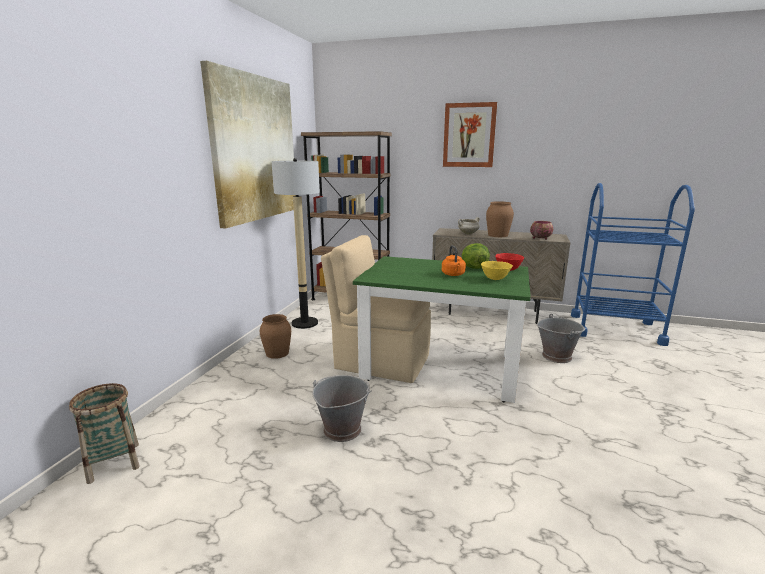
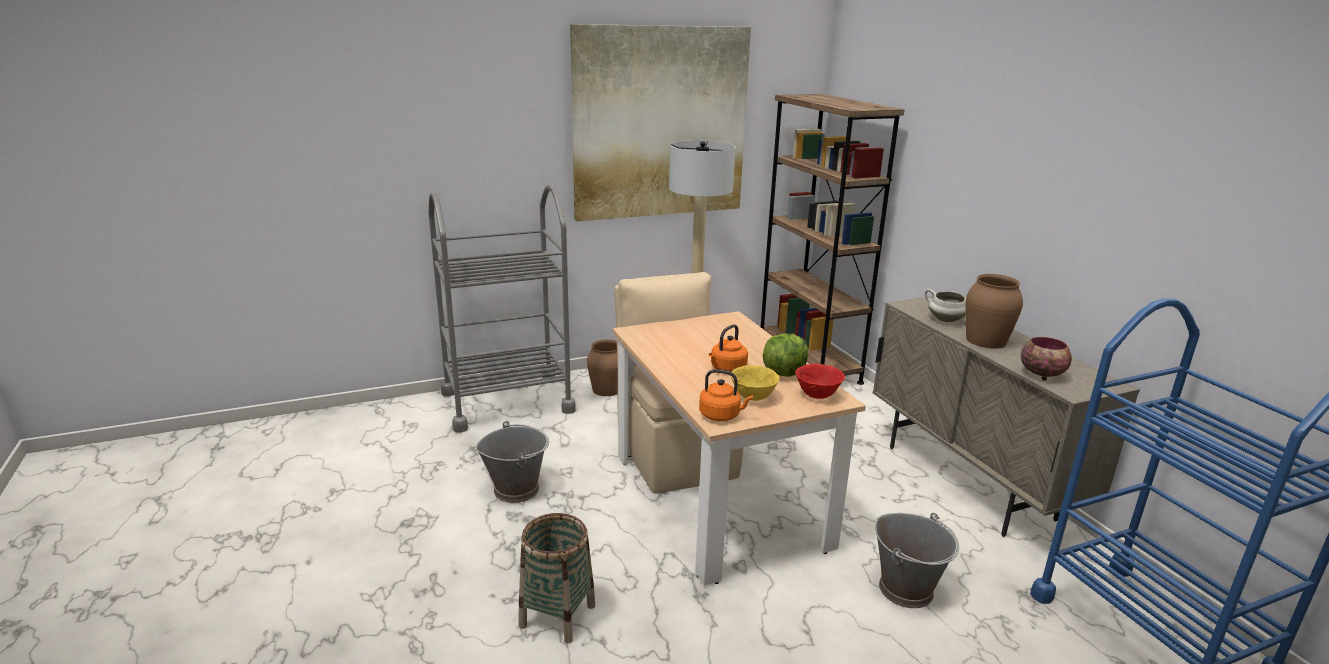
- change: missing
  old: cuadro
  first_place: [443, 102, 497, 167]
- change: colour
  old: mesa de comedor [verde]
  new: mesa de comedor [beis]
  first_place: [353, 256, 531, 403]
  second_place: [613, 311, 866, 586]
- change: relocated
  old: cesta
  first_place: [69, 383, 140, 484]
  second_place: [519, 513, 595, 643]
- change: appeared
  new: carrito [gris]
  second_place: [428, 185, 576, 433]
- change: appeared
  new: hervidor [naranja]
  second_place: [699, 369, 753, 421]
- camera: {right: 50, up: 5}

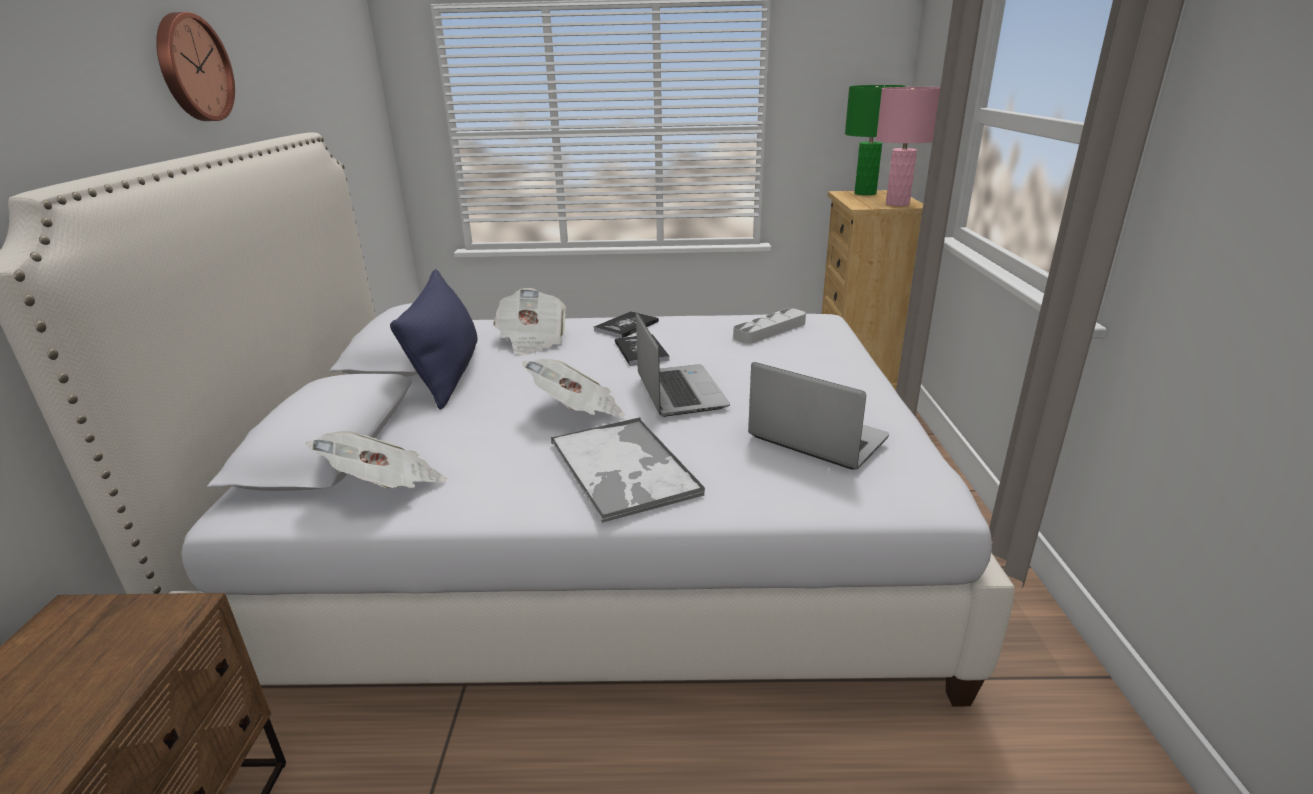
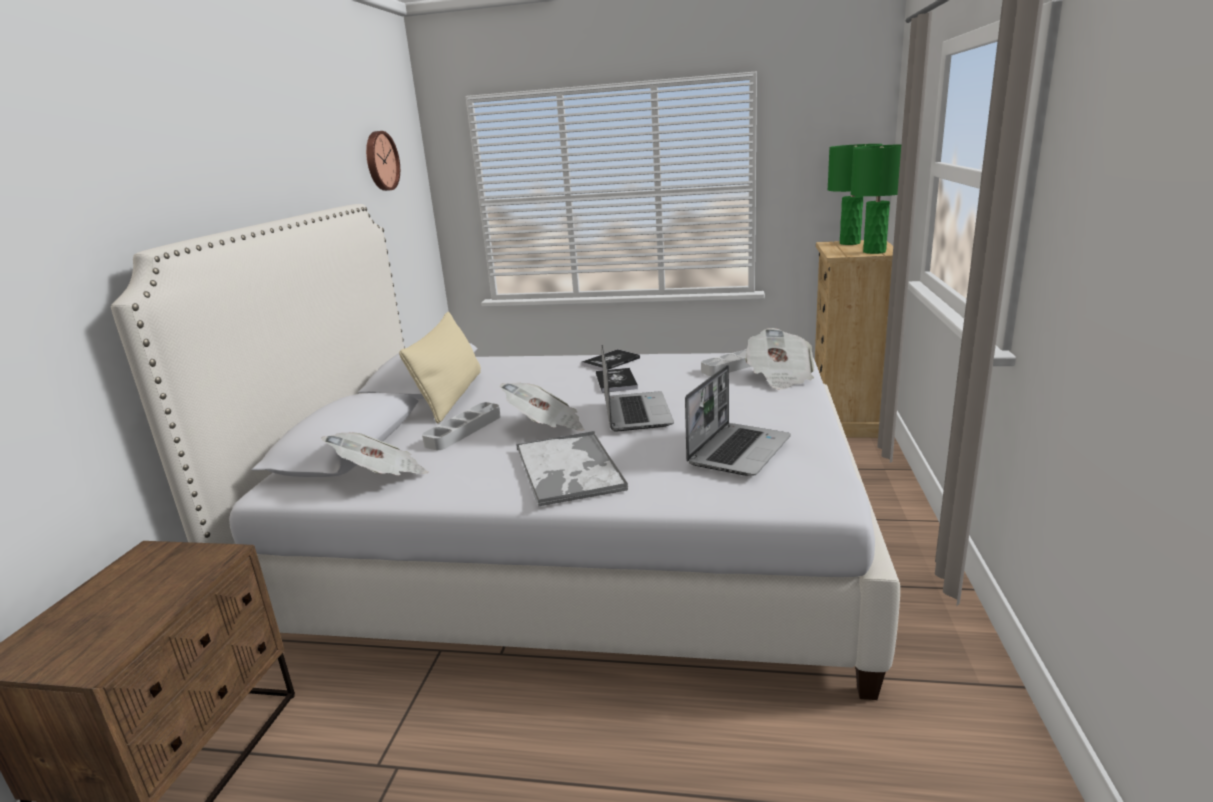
- change: relocated
  old: reloj de pared
  first_place: [156, 12, 235, 121]
  second_place: [366, 131, 400, 191]
- change: colour
  old: lámpara de mesa [rosa]
  new: lámpara de mesa [verde]
  first_place: [876, 87, 940, 206]
  second_place: [851, 144, 901, 254]
- change: colour
  old: cojín [azul]
  new: cojín [beis]
  first_place: [390, 269, 477, 410]
  second_place: [399, 312, 481, 424]
- change: relocated
  old: periódico
  first_place: [493, 288, 566, 355]
  second_place: [745, 328, 814, 390]
- change: spun
  old: portátil
  first_place: [748, 362, 889, 470]
  second_place: [685, 365, 791, 476]
  degrees: 75
- change: appeared
  new: bandeja [gris]
  second_place: [422, 402, 501, 450]
- camera: {right: 10, up: -5}

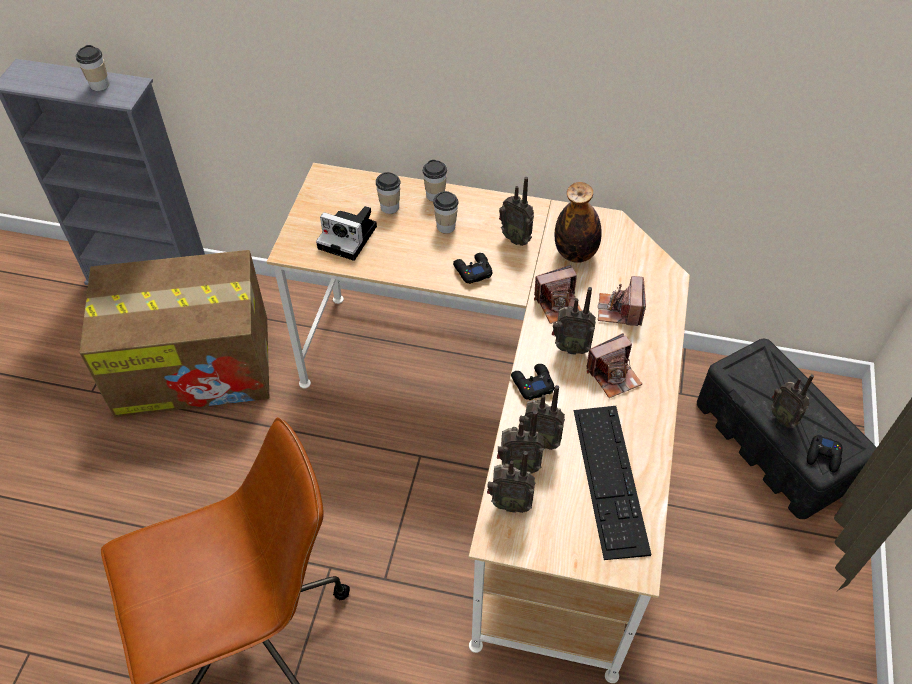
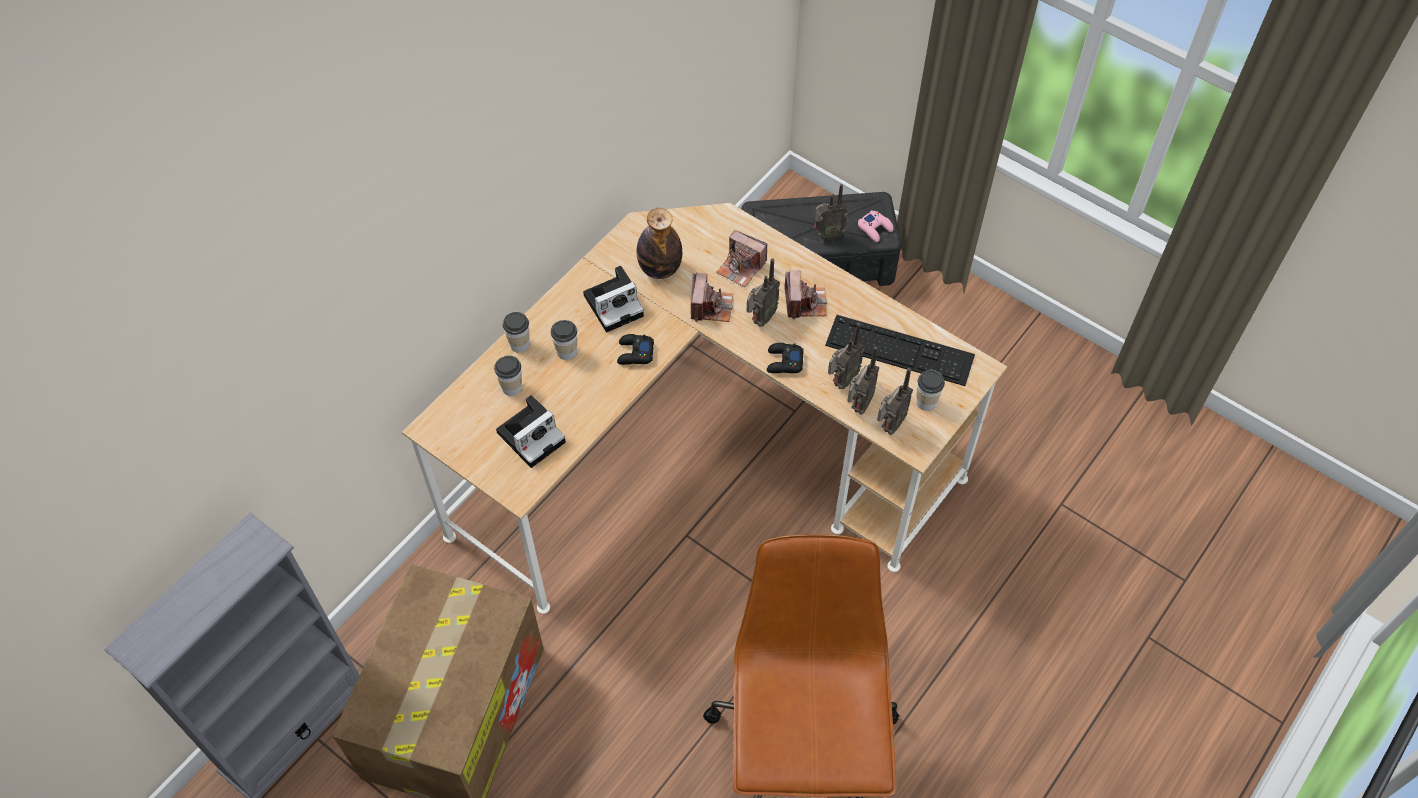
- change: relocated
  old: taza
  first_place: [76, 45, 110, 91]
  second_place: [916, 370, 945, 411]
- change: exchanged
  old: radio
  new: cámara
  first_place: [499, 177, 534, 246]
  second_place: [583, 266, 644, 332]
- change: colour
  old: mando de consola [negro]
  new: mando de consola [rosa]
  first_place: [807, 434, 843, 473]
  second_place: [858, 211, 894, 242]
- camera: {right: -65, up: 5}

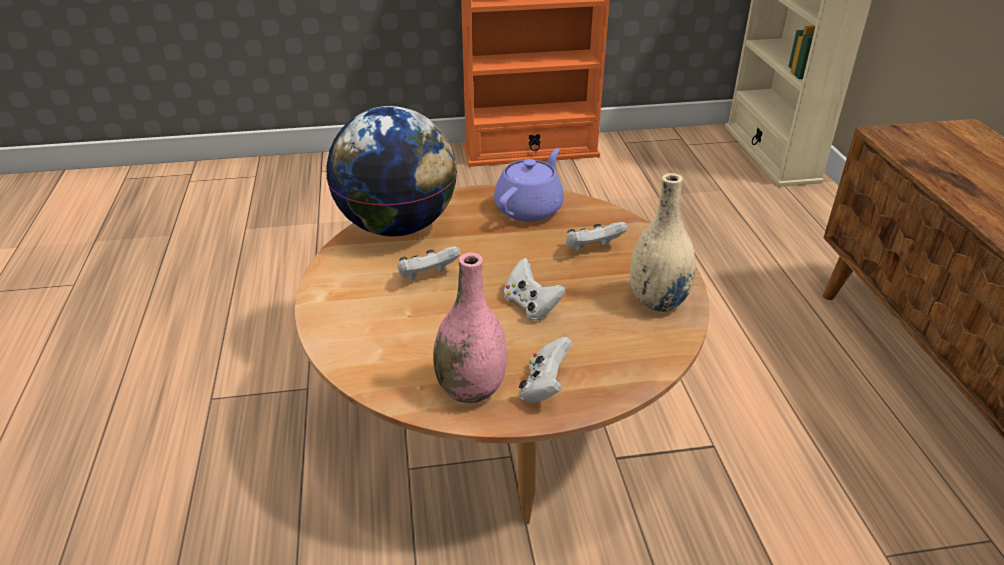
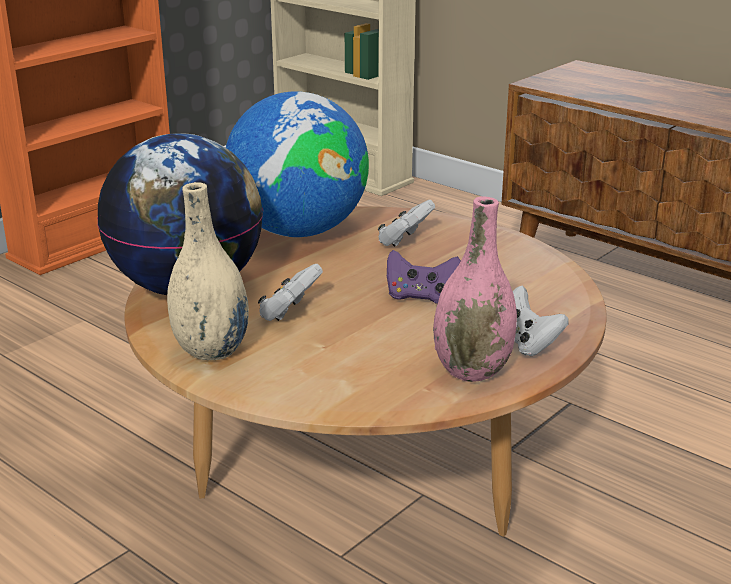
- change: exchanged
  old: tetera [morado]
  new: globo terráqueo
  first_place: [494, 148, 564, 222]
  second_place: [226, 91, 369, 237]
- change: relocated
  old: florero [beis]
  first_place: [630, 173, 696, 313]
  second_place: [167, 182, 249, 360]
- change: colour
  old: mando de consola [blanco]
  new: mando de consola [morado]
  first_place: [504, 258, 565, 320]
  second_place: [387, 250, 461, 304]
- camera: {right: -40, up: -10}

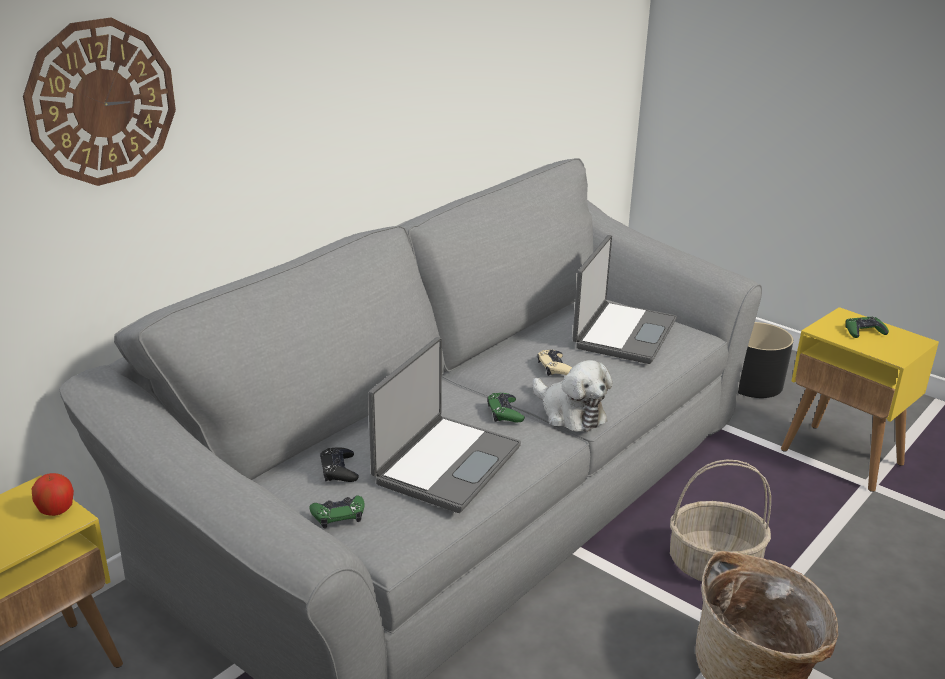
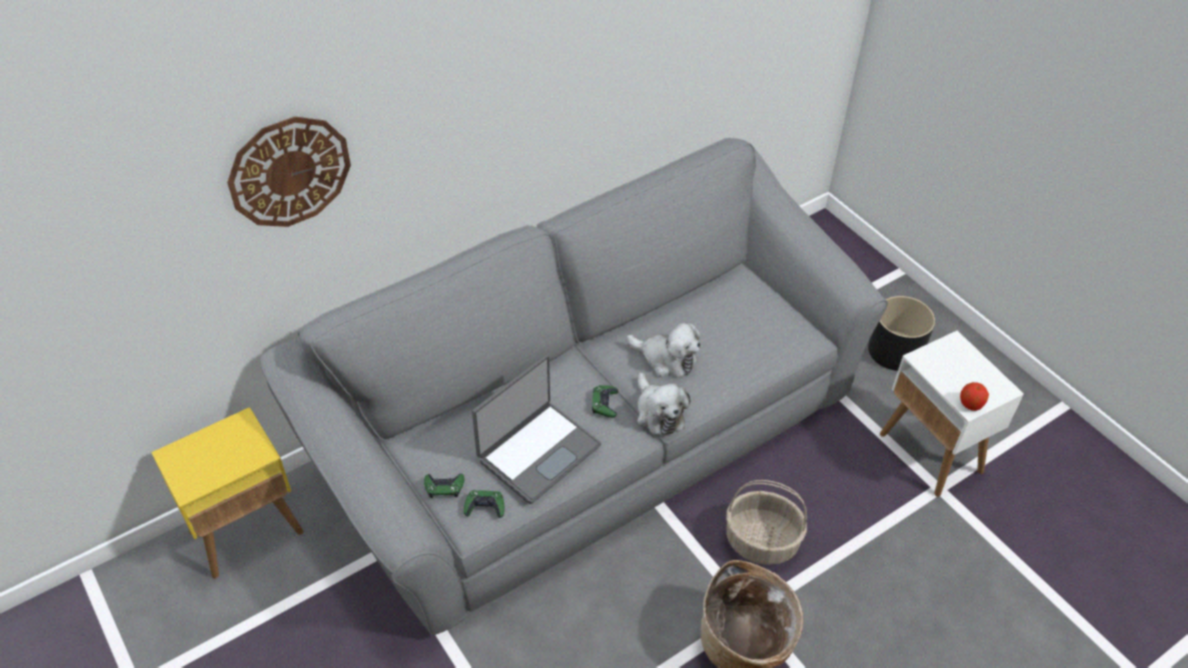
- change: missing
  old: portátil
  first_place: [572, 235, 677, 364]
- change: colour
  old: mesa auxiliar [amarillo]
  new: mesa auxiliar [blanco]
  first_place: [781, 307, 939, 492]
  second_place: [880, 331, 1024, 497]
- change: relocated
  old: mando de consola [verde]
  first_place: [845, 317, 889, 338]
  second_place: [464, 490, 505, 518]
- change: exchanged
  old: mando de consola [beis]
  new: peluche
  first_place: [537, 350, 572, 376]
  second_place: [627, 322, 700, 377]
- change: missing
  old: mando de consola [negro]
  first_place: [320, 447, 359, 482]
- change: relocated
  old: manzana
  first_place: [32, 473, 74, 516]
  second_place: [960, 382, 989, 411]
- camera: {right: 15, up: 20}

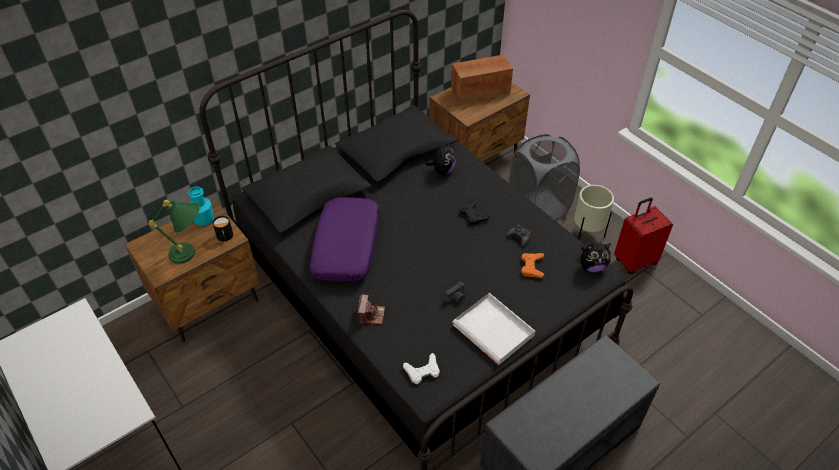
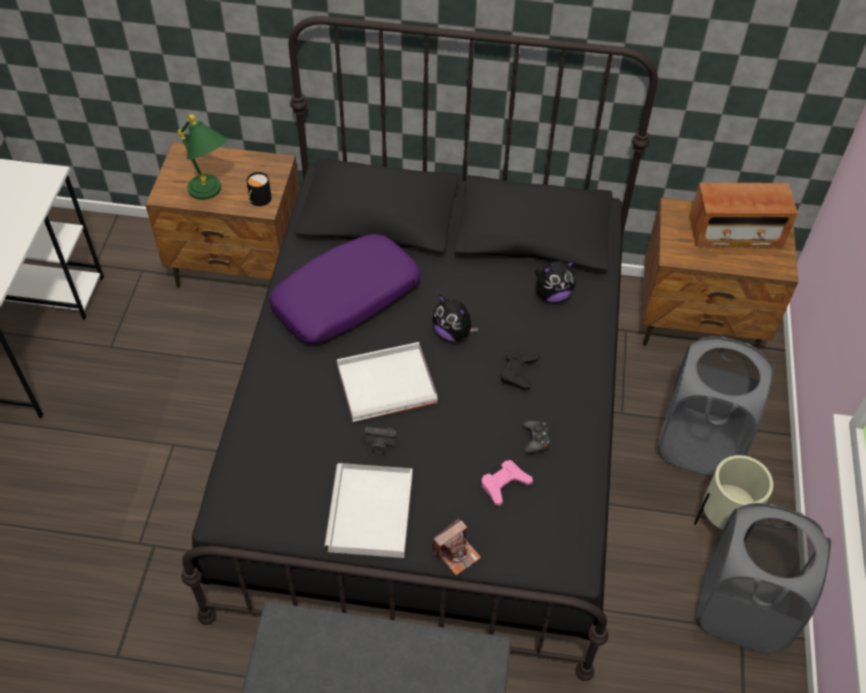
- change: spun
  old: radio
  first_place: [451, 54, 513, 103]
  second_place: [689, 183, 798, 247]
  degrees: 150
- change: missing
  old: botella [turquesa]
  first_place: [188, 186, 215, 226]
- change: exchanged
  old: maleta [rojo]
  new: cesto de la ropa [gris]
  first_place: [614, 198, 673, 274]
  second_place: [696, 503, 831, 653]
- change: relocated
  old: peluche
  first_place: [581, 242, 611, 272]
  second_place: [432, 294, 478, 342]
- change: colour
  old: mando de consola [naranja]
  new: mando de consola [rosa]
  first_place: [521, 253, 544, 278]
  second_place: [481, 460, 533, 506]
- change: relocated
  old: cámara
  first_place: [358, 294, 385, 324]
  second_place: [433, 518, 481, 575]
- change: missing
  old: mando de consola [blanco]
  first_place: [403, 353, 440, 384]
- change: appeared
  new: bandeja [blanco]
  second_place: [337, 342, 438, 422]
- camera: {right: 45, up: 5}

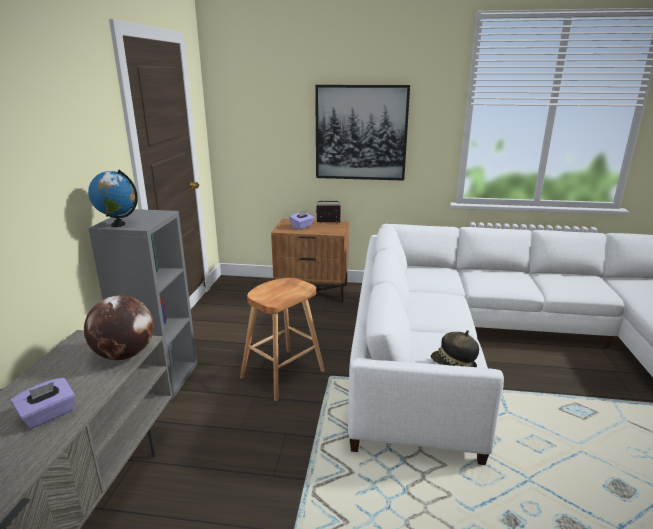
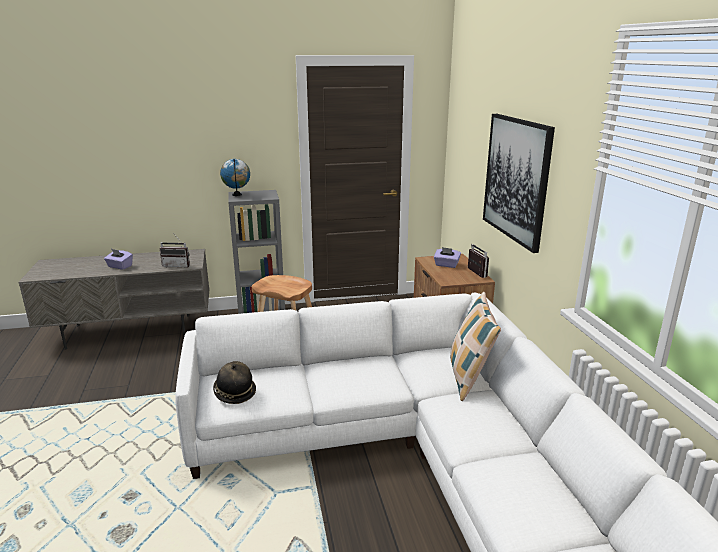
- change: exchanged
  old: globo terráqueo
  new: radio
  first_place: [84, 295, 154, 360]
  second_place: [160, 233, 190, 268]
- change: appeared
  new: cojín
  second_place: [450, 292, 501, 401]
- camera: {right: 70, up: 0}

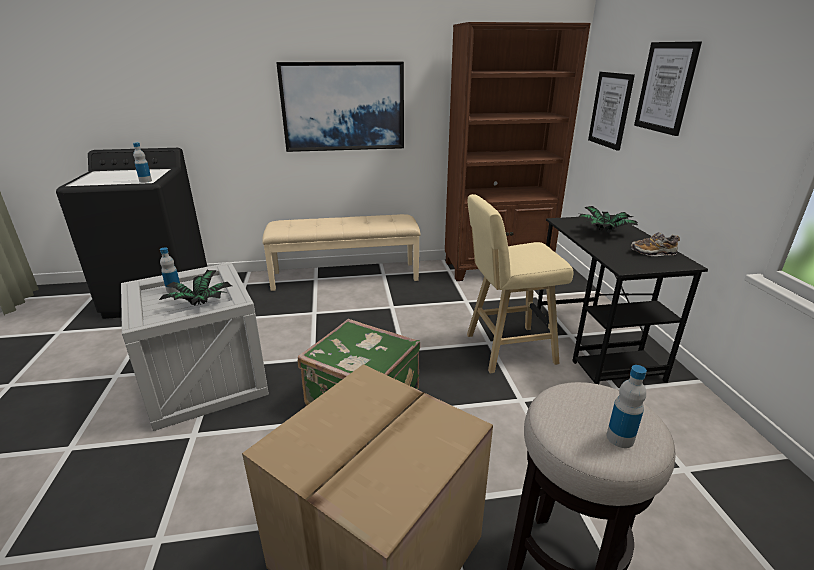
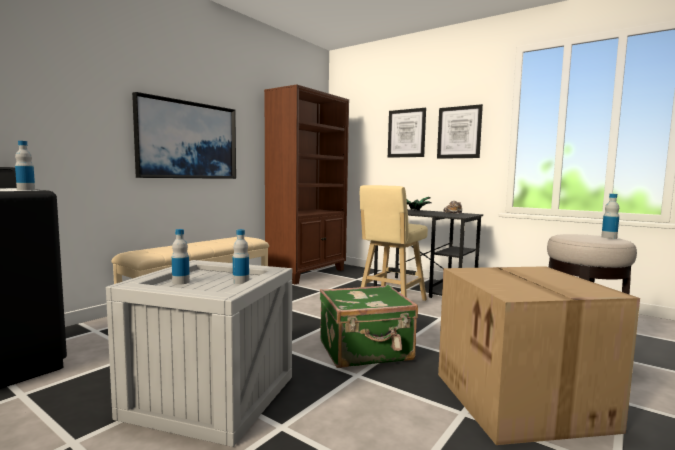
- change: relocated
  old: cuadro
  first_place: [588, 72, 635, 151]
  second_place: [437, 104, 483, 159]
- change: exchanged
  old: planta en maceta
  new: botella
  first_place: [159, 269, 232, 305]
  second_place: [233, 229, 249, 284]
- camera: {right: -45, up: -20}

